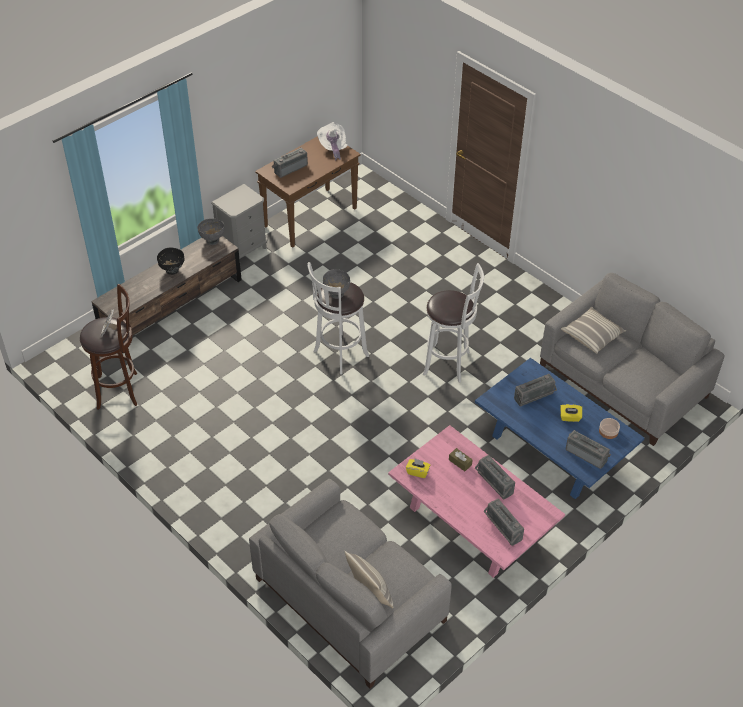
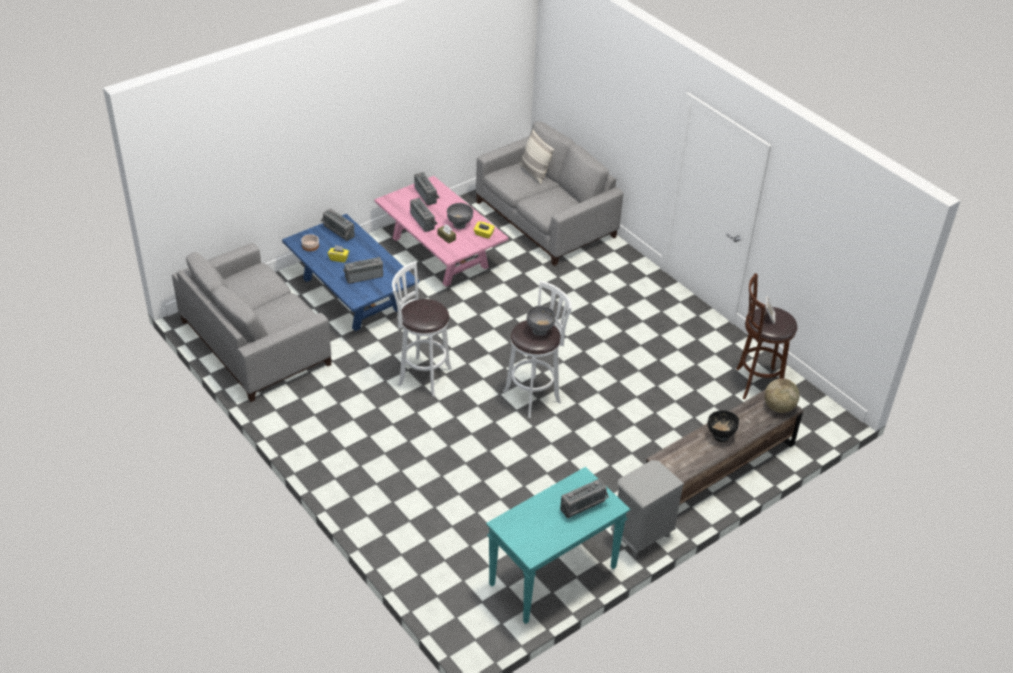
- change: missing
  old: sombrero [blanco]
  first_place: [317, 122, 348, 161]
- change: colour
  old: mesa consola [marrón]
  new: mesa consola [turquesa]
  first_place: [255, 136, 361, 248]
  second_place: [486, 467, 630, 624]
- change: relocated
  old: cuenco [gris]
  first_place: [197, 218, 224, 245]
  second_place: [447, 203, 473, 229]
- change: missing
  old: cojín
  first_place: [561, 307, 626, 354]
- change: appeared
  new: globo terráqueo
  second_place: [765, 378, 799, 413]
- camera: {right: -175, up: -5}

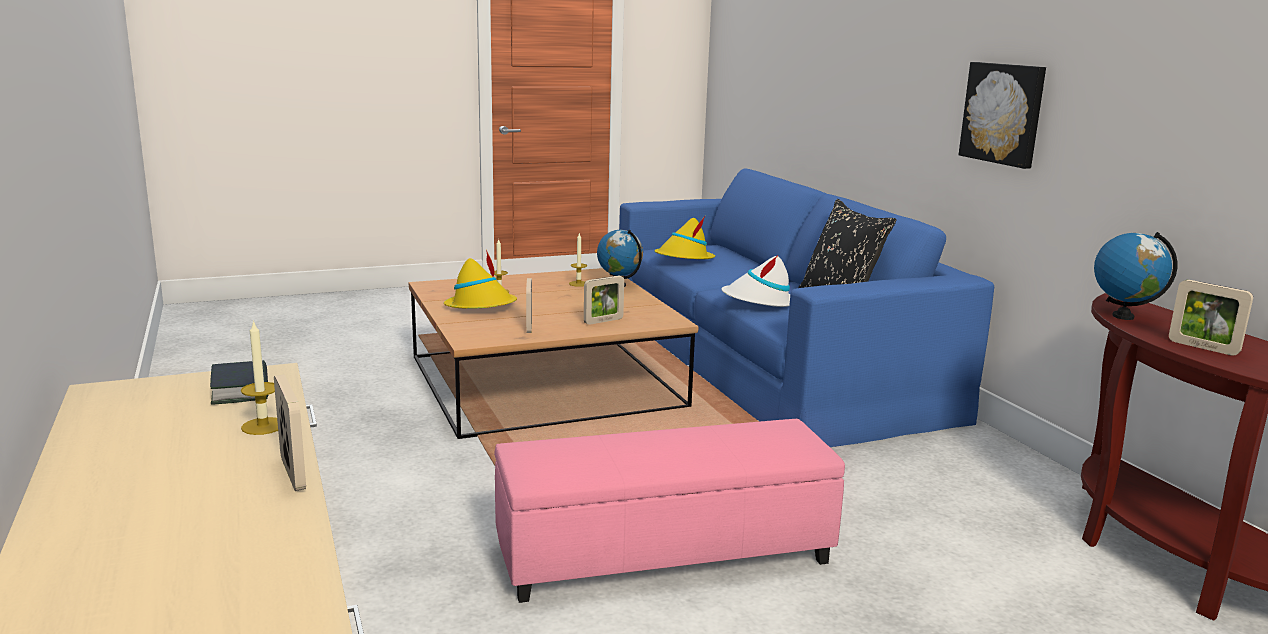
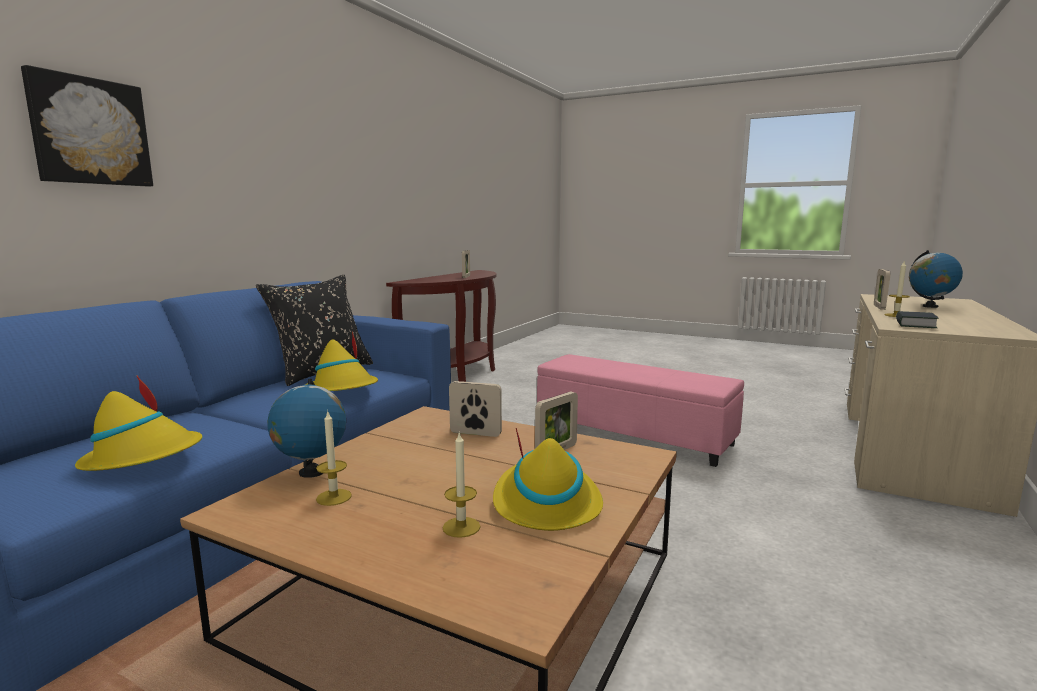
- change: relocated
  old: cuadro
  first_place: [959, 62, 1046, 169]
  second_place: [21, 65, 153, 187]
- change: relocated
  old: globo terráqueo
  first_place: [1094, 232, 1177, 320]
  second_place: [909, 250, 963, 308]
- change: colour
  old: sombrero [blanco]
  new: sombrero [amarillo]
  first_place: [721, 255, 790, 307]
  second_place: [305, 331, 378, 391]
- camera: {right: -130, up: -5}

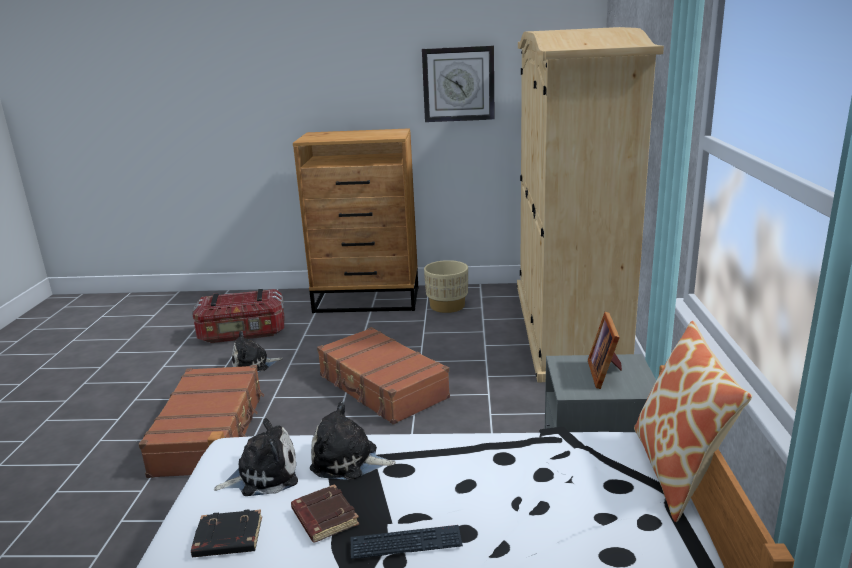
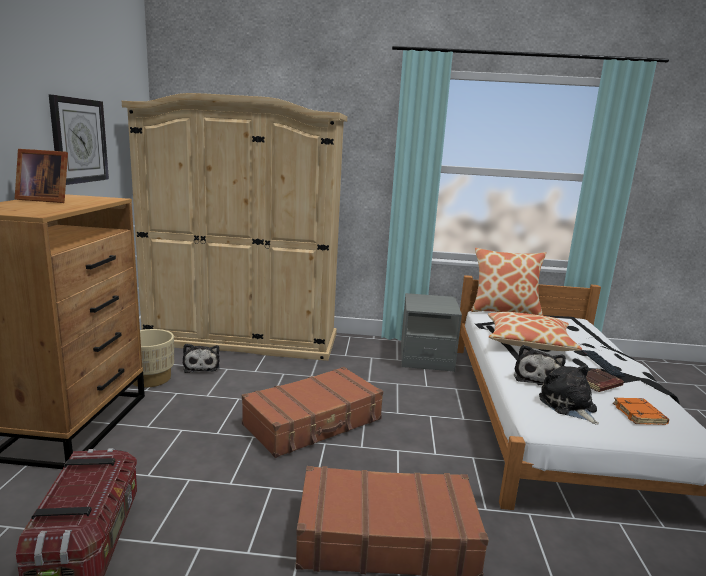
- change: relocated
  old: portarretratos
  first_place: [588, 312, 622, 389]
  second_place: [15, 149, 68, 203]
- change: relocated
  old: peluche
  first_place: [232, 331, 283, 372]
  second_place: [183, 344, 220, 373]
- change: colour
  old: libro [negro]
  new: libro [naranja]
  first_place: [191, 509, 262, 557]
  second_place: [613, 398, 669, 425]
- change: appeared
  new: cojín
  second_place: [488, 312, 582, 351]
- camera: {right: -90, up: -5}

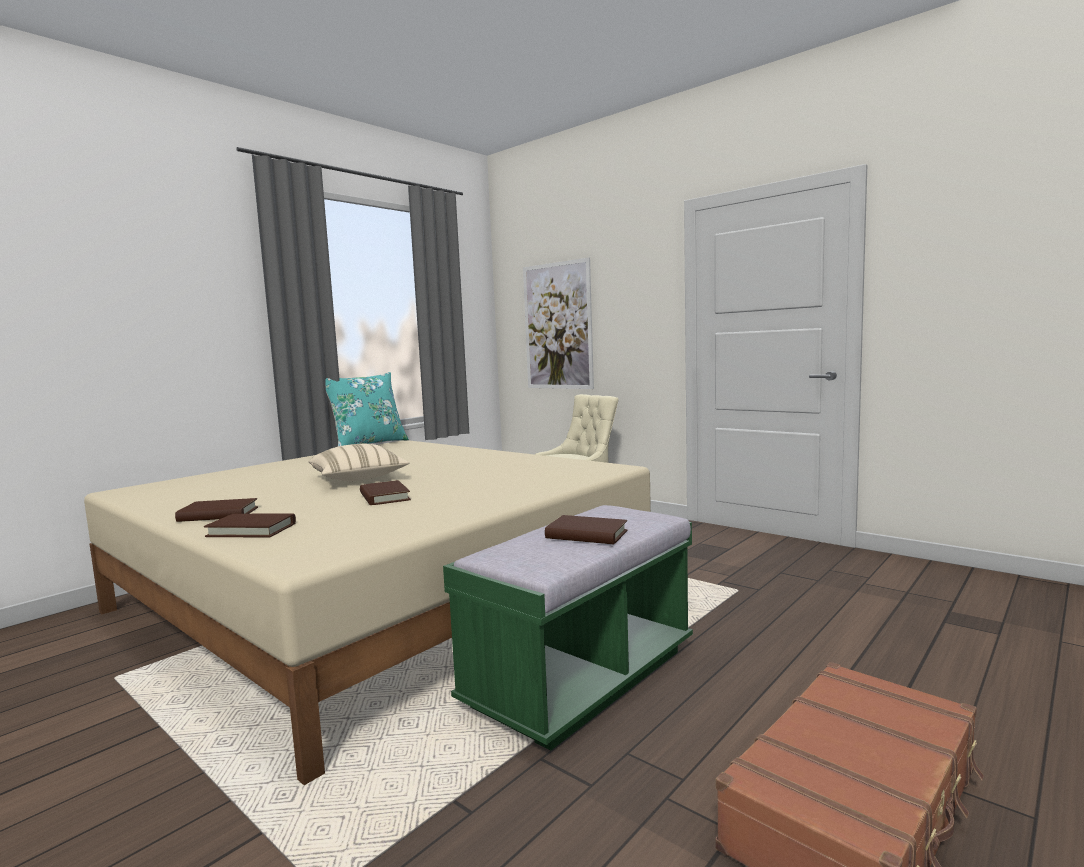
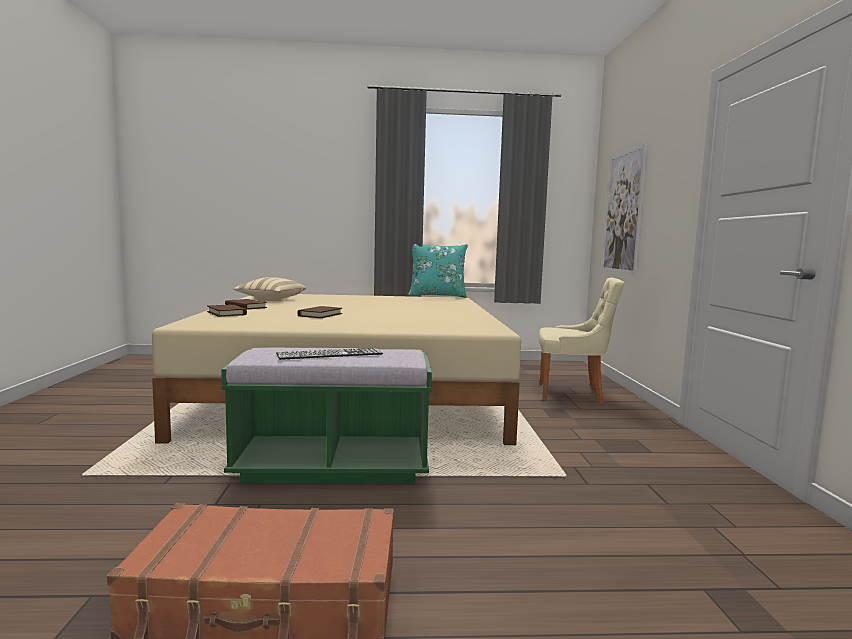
- change: relocated
  old: cojín [beis]
  first_place: [309, 444, 410, 481]
  second_place: [233, 277, 306, 299]
- change: exchanged
  old: libro [marrón]
  new: teclado
  first_place: [545, 515, 627, 544]
  second_place: [276, 348, 383, 360]
- camera: {right: 45, up: 0}

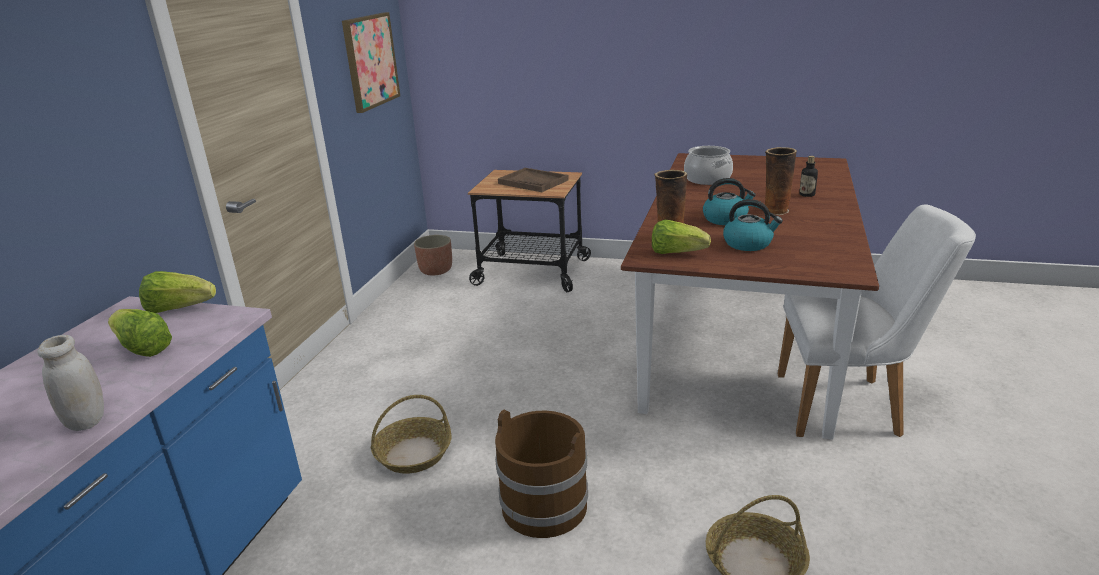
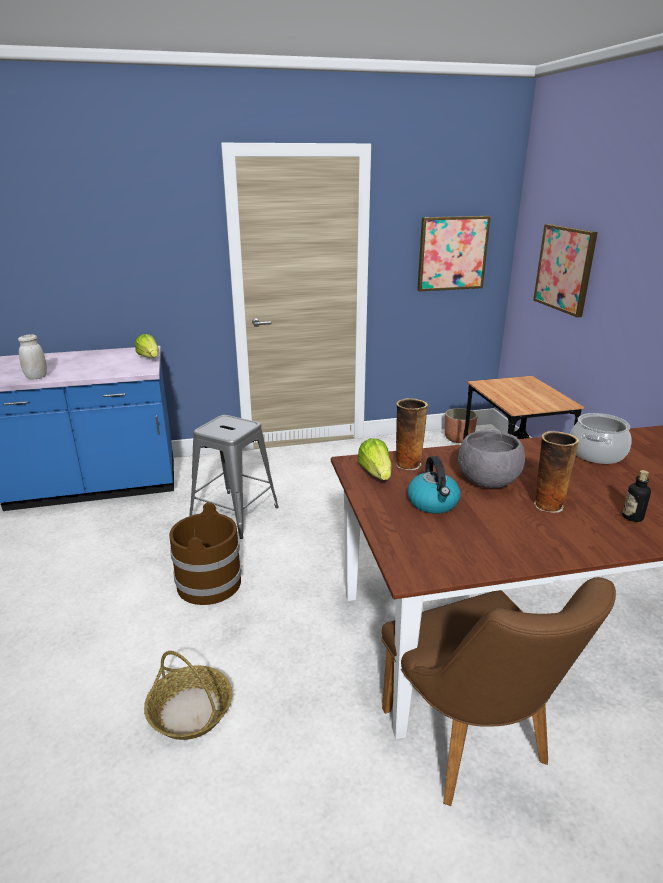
- change: missing
  old: bandeja [marrón]
  first_place: [498, 168, 569, 192]
- change: exchanged
  old: hervidor
  new: cuenco [gris]
  first_place: [703, 178, 756, 225]
  second_place: [458, 430, 525, 488]
- change: colour
  old: silla [blanco]
  new: silla [marrón]
  first_place: [778, 204, 976, 437]
  second_place: [382, 577, 616, 806]
- change: missing
  old: lechuga
  first_place: [108, 309, 172, 357]
- change: exchanged
  old: cesta
  new: taburete [gris]
  first_place: [371, 395, 452, 474]
  second_place: [189, 415, 279, 539]
- change: appeared
  new: cuadro
  second_place: [533, 224, 598, 317]
- camera: {right: 60, up: 0}

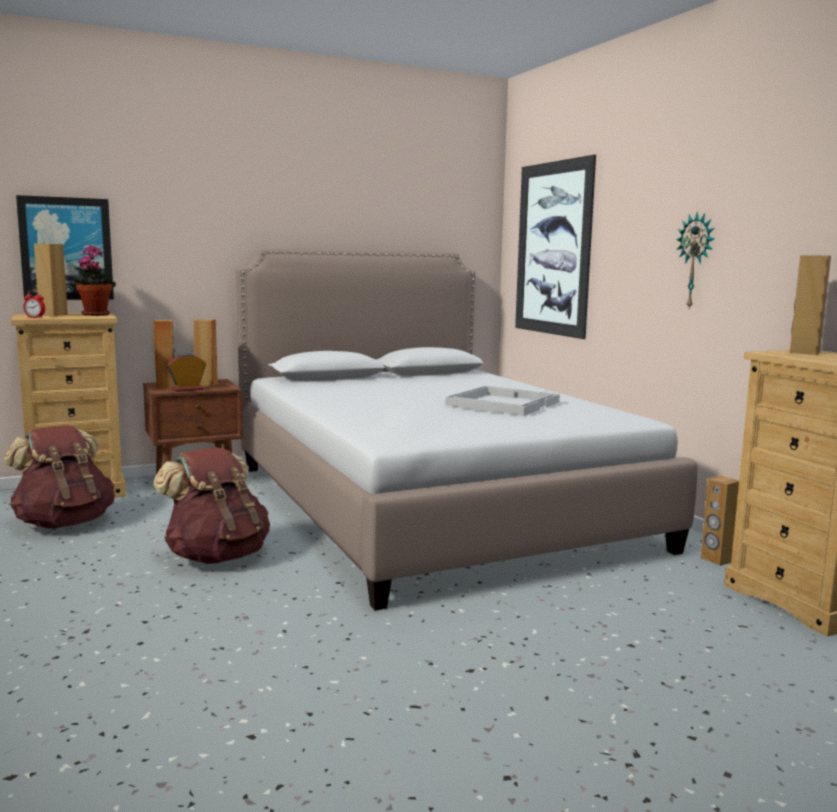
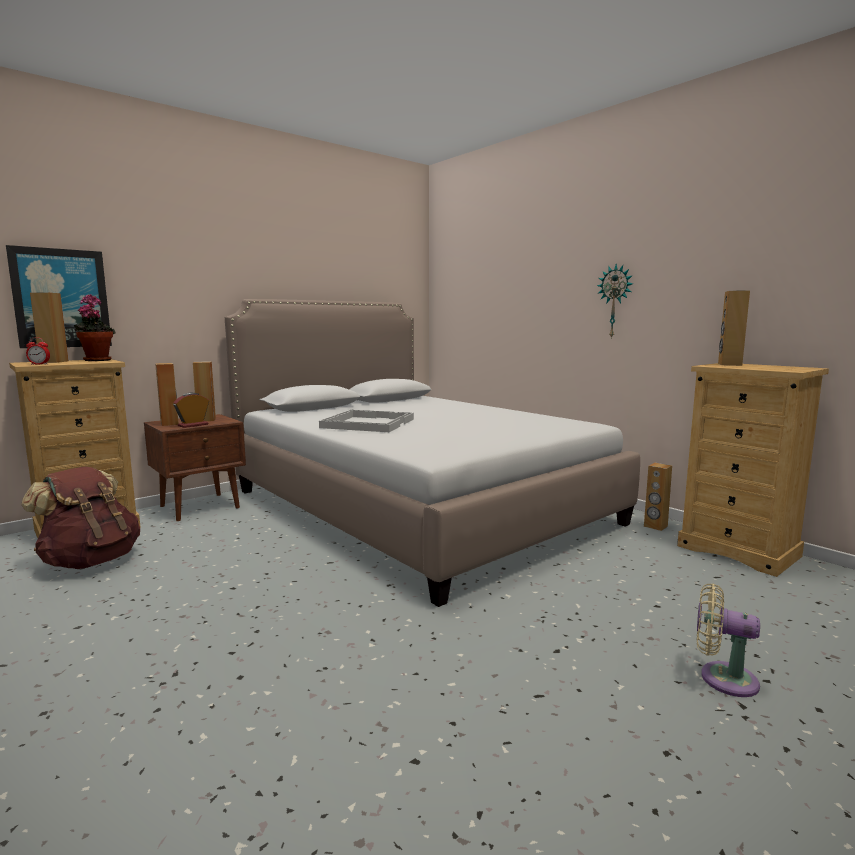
- change: missing
  old: cuadro
  first_place: [515, 155, 596, 339]
- change: relocated
  old: bandeja [blanco]
  first_place: [445, 386, 560, 416]
  second_place: [319, 410, 414, 432]
- change: missing
  old: mochila [marrón]
  first_place: [153, 447, 270, 564]
- change: appeared
  new: ventilador [beis]
  second_place: [697, 583, 760, 697]
- camera: {right: -15, up: 0}

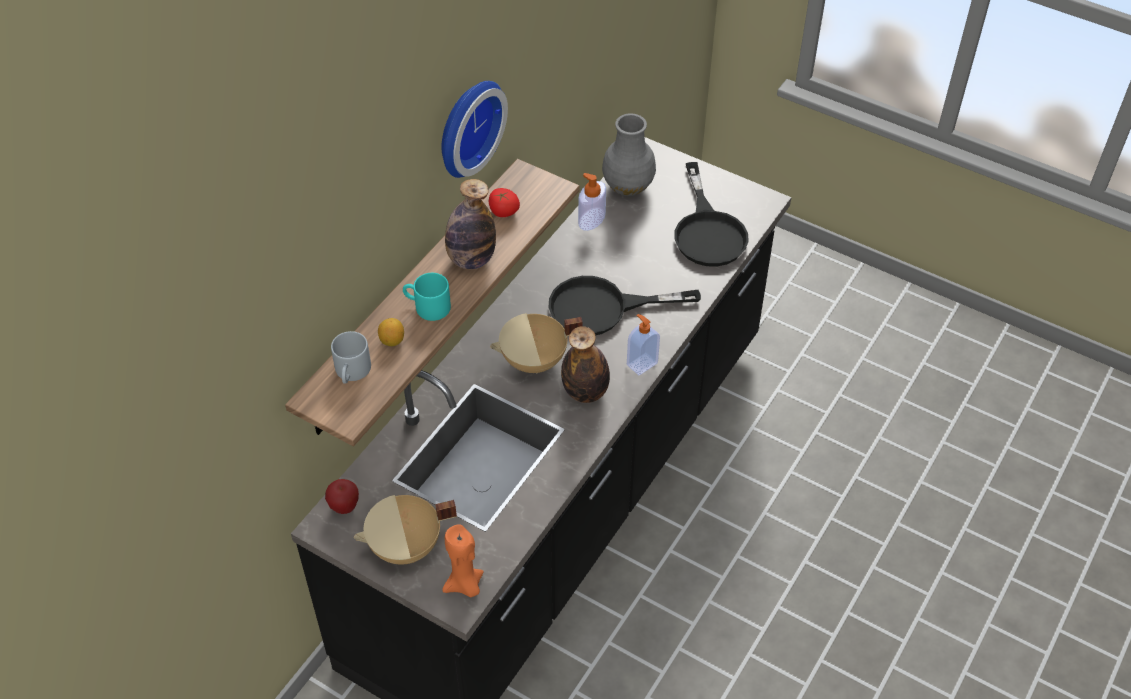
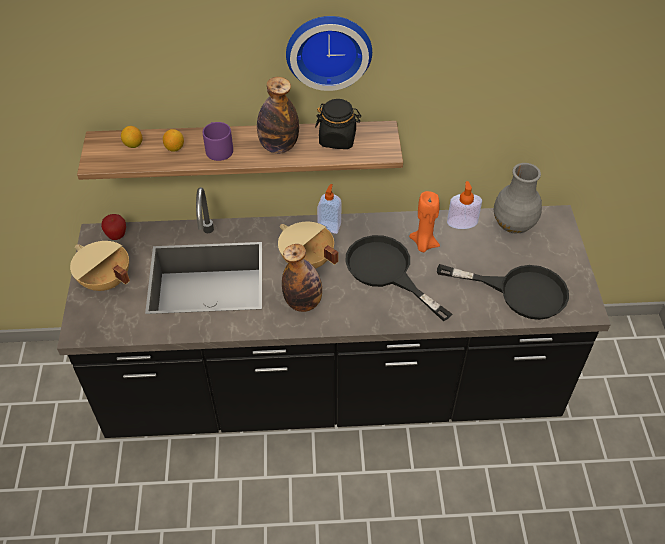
- change: spun
  old: sartén [negro]
  first_place: [674, 162, 749, 267]
  second_place: [437, 264, 569, 320]
  degrees: -120
- change: exchanged
  old: tomate
  new: tarro [negro]
  first_place: [489, 188, 520, 217]
  second_place: [315, 99, 361, 149]
- change: colour
  old: taza grande [turquesa]
  new: taza grande [morado]
  first_place: [403, 273, 451, 321]
  second_place: [203, 122, 233, 161]
- change: relocated
  old: dispensador de jabón
  first_place: [627, 314, 660, 375]
  second_place: [317, 184, 342, 234]
- change: exchanged
  old: taza grande [gris]
  new: limón
  first_place: [331, 331, 371, 384]
  second_place: [121, 126, 142, 148]
- change: relocated
  old: vela [naranja]
  first_place: [442, 524, 484, 597]
  second_place: [409, 191, 440, 252]
- camera: {right: 55, up: 0}

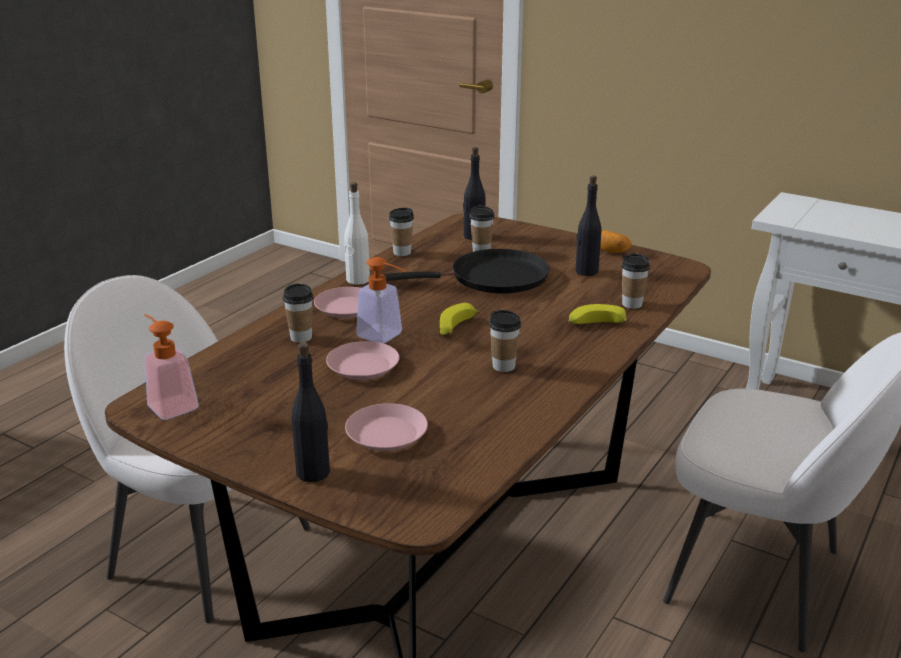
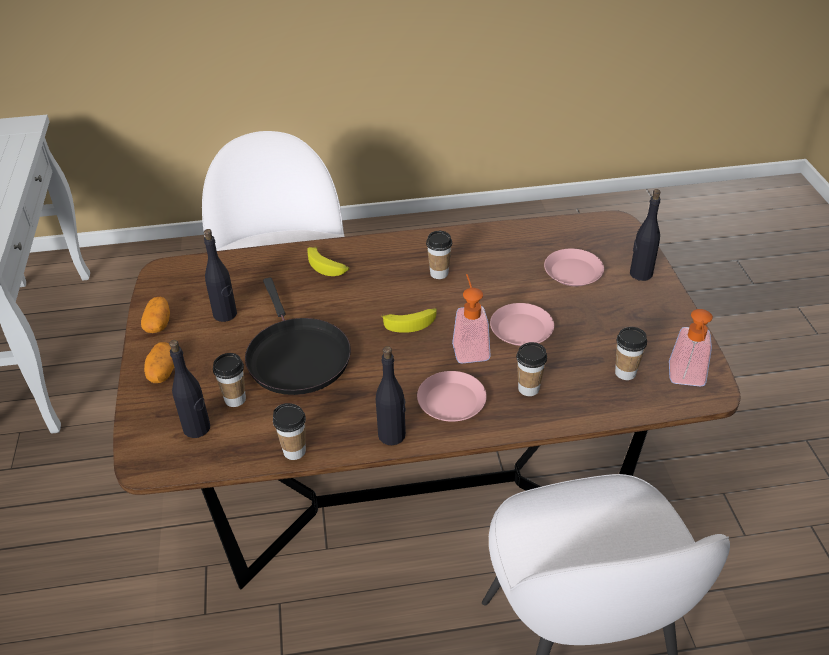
- change: colour
  old: botella [blanco]
  new: botella [negro]
  first_place: [344, 182, 370, 285]
  second_place: [376, 346, 406, 445]
- change: spun
  old: sartén [negro]
  first_place: [383, 249, 549, 294]
  second_place: [245, 277, 351, 395]
  degrees: -150
- change: relocated
  old: taza
  first_place: [621, 253, 650, 309]
  second_place: [615, 327, 647, 380]
- change: appeared
  new: patata
  second_place: [144, 342, 174, 383]
- camera: {right: -130, up: 15}

